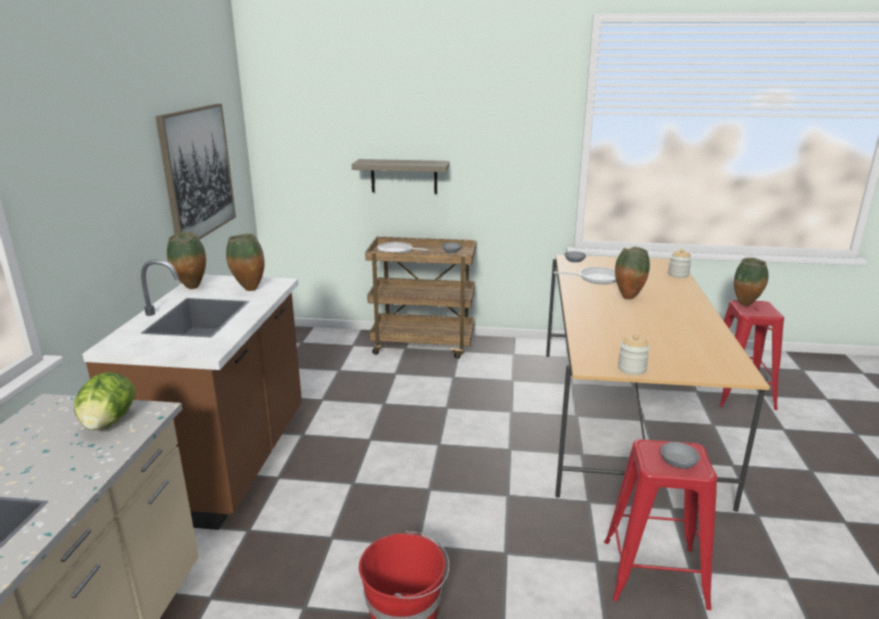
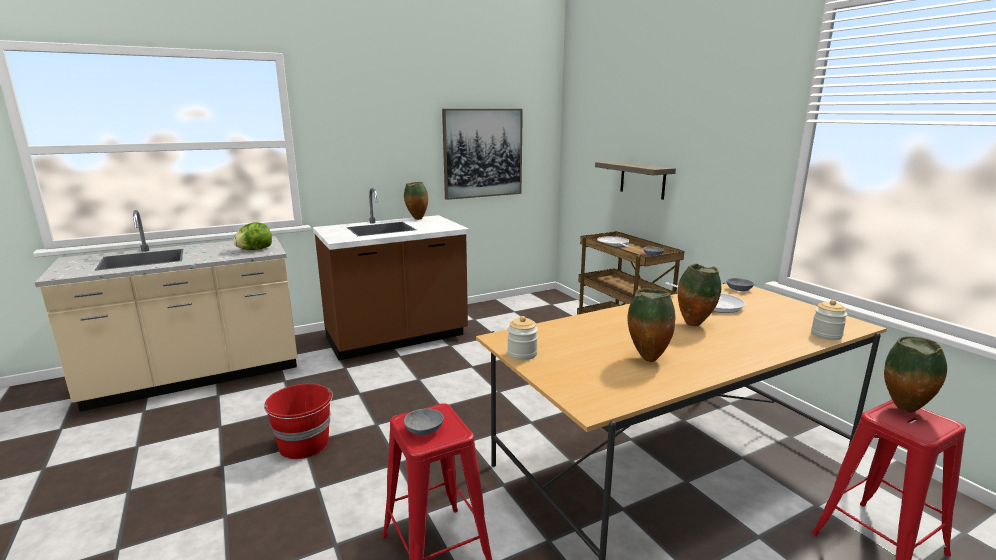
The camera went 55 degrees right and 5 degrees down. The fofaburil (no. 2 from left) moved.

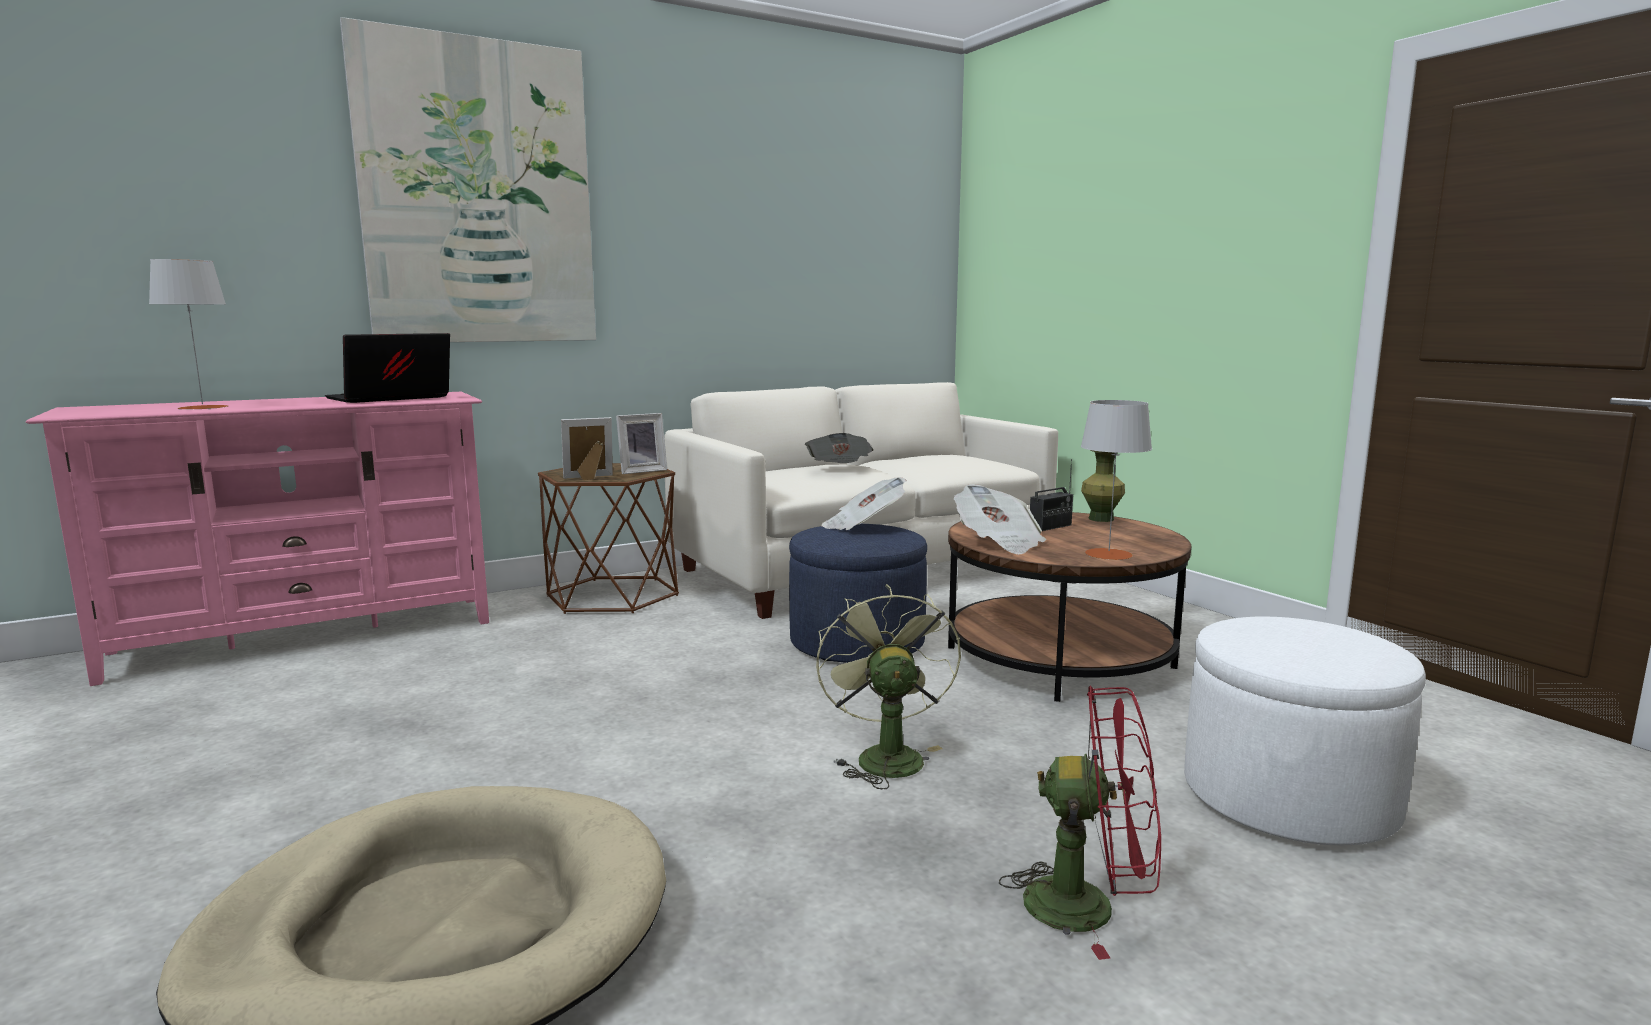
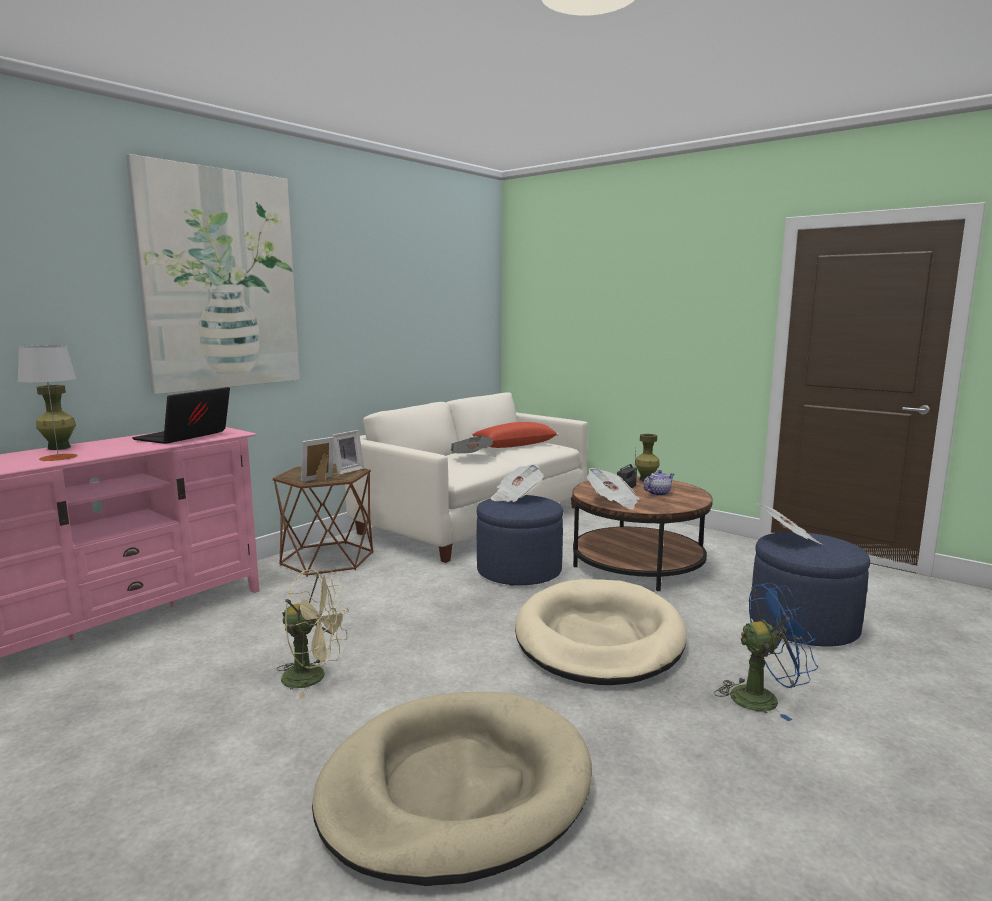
The camera went 20 degrees left and 0 degrees up. The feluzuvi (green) was replaced by the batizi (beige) (no. 2 from left). The feluzuvi (red) became the feluzuvi (blue). The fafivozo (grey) (no. 2 from left) disappeared. The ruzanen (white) became the ruzanen (blue) (no. 2 from left). The fofaburil (green) (no. 1 from left) appeared. The feluzuvi (beige) appeared. The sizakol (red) appeared. The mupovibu appeared. The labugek (no. 4 from left) appeared.

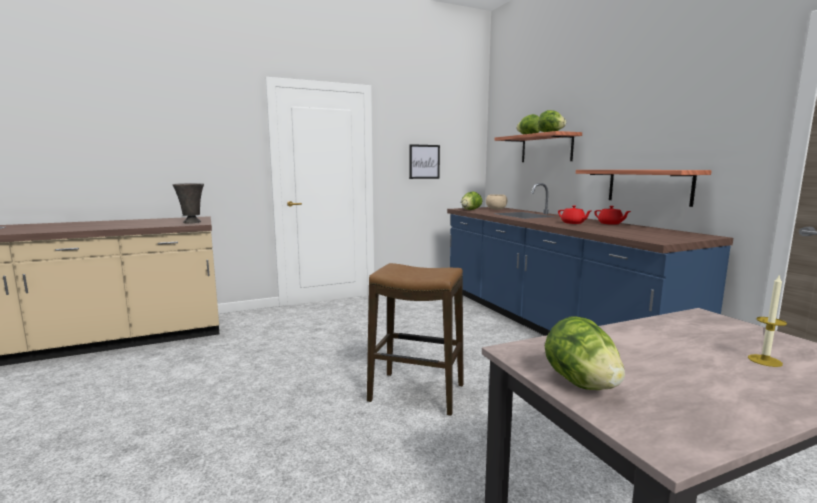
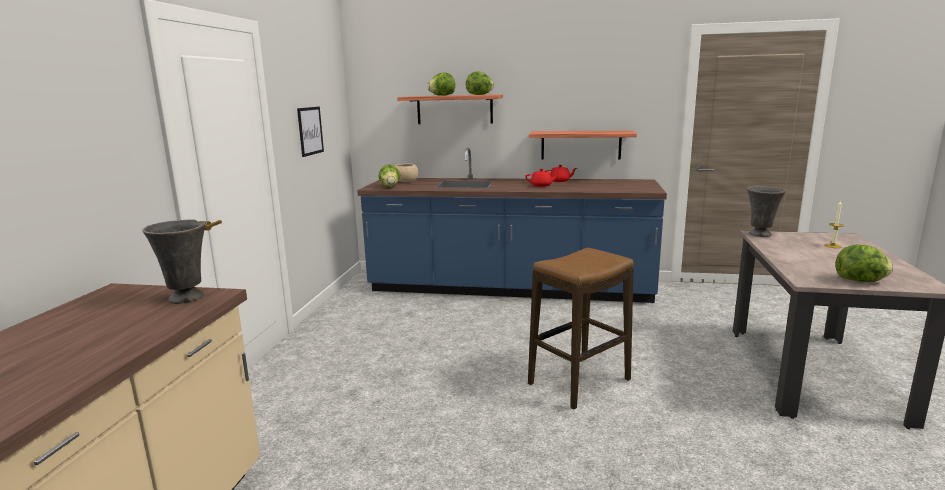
The camera went 55 degrees left and 5 degrees up. The fofaburil (grey) (no. 2 from left) appeared.

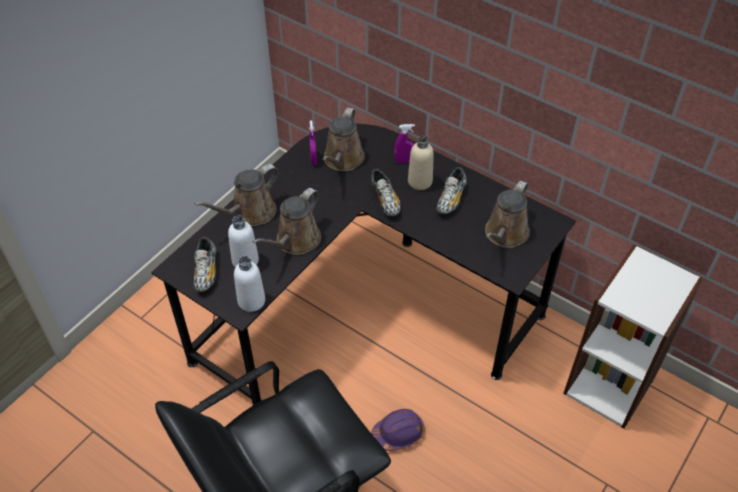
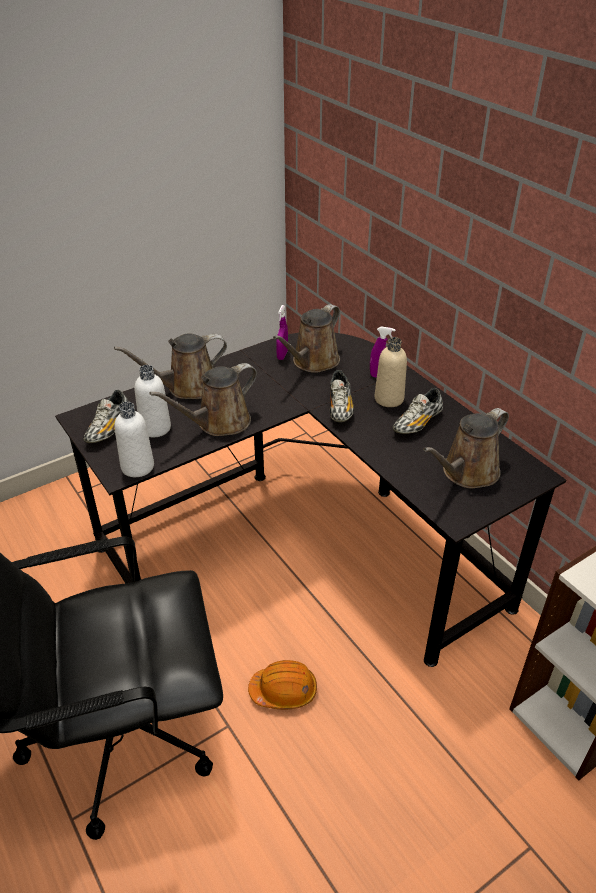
The camera went 20 degrees right and 10 degrees down. The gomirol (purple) became the gomirol (orange).

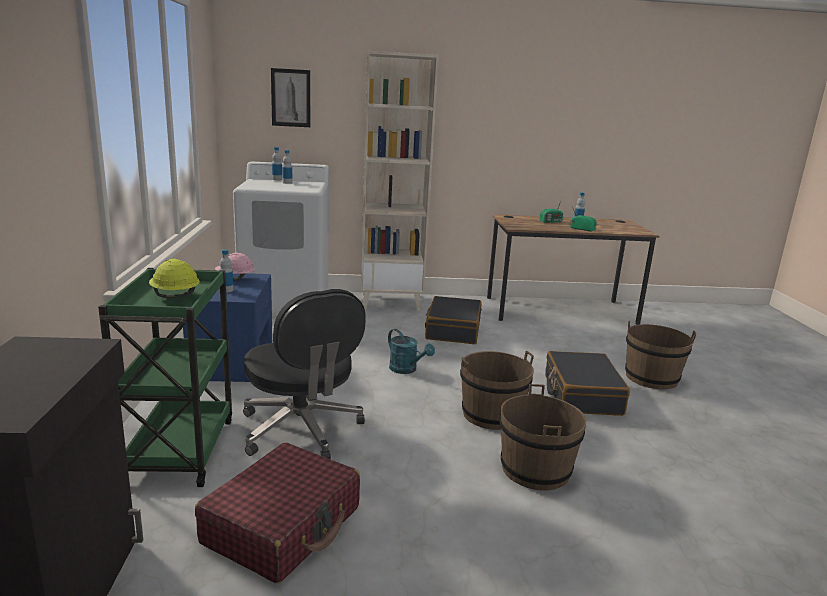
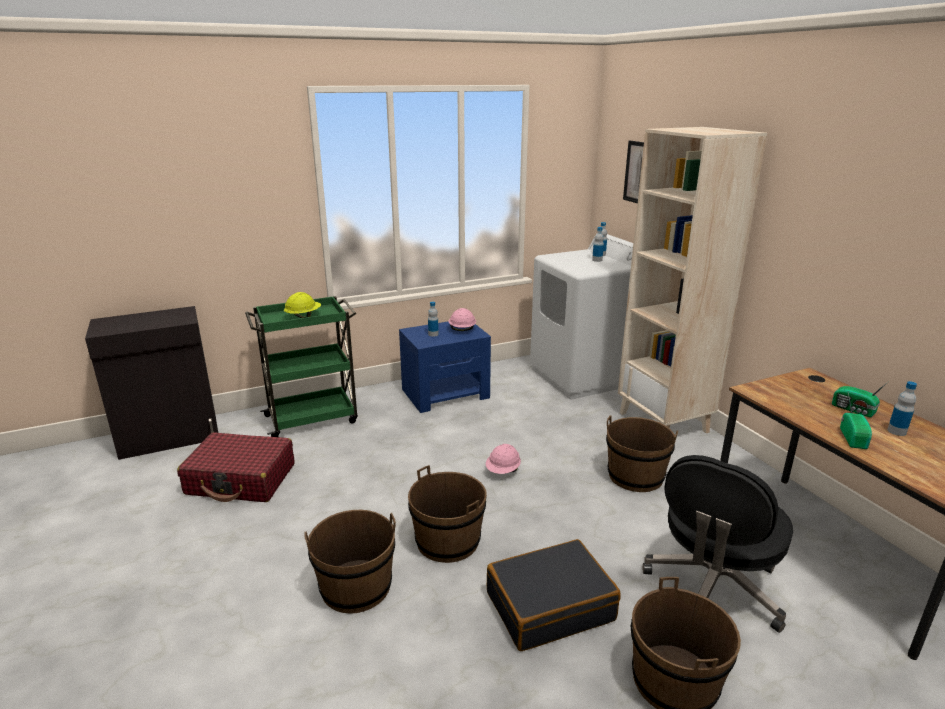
The camera went 70 degrees right and 5 degrees up. The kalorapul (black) moved. The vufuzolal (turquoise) was replaced by the gomirol (pink) (no. 2 from left). The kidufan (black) (no. 1 from left) was replaced by the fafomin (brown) (no. 3 from left).

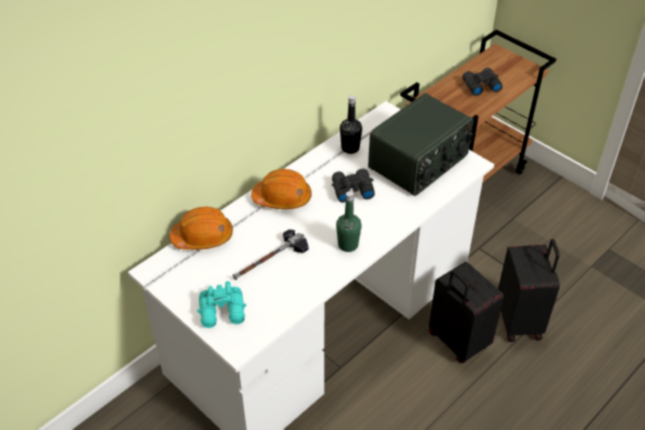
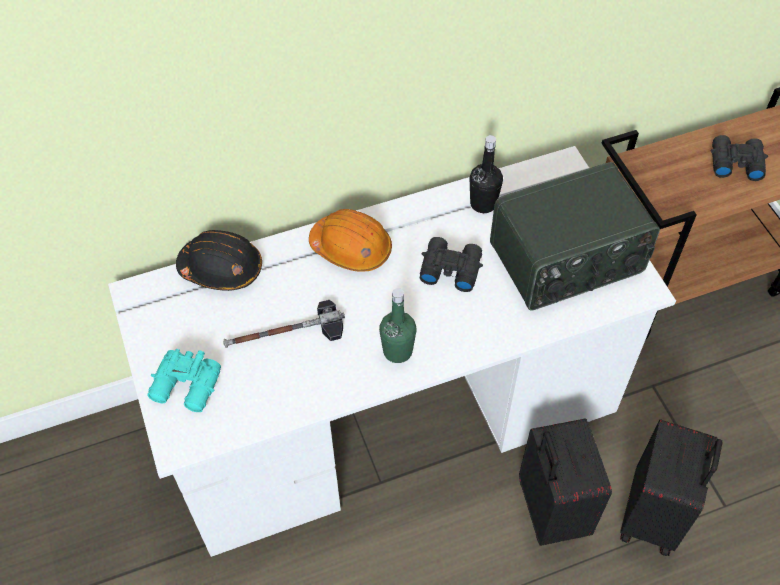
The camera went 25 degrees right and 10 degrees up. The gomirol (orange) (no. 1 from left) became the gomirol (black).

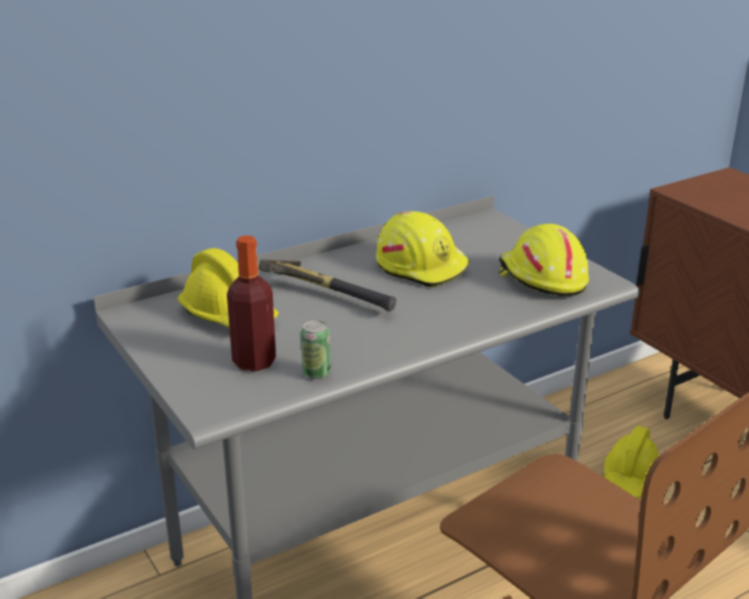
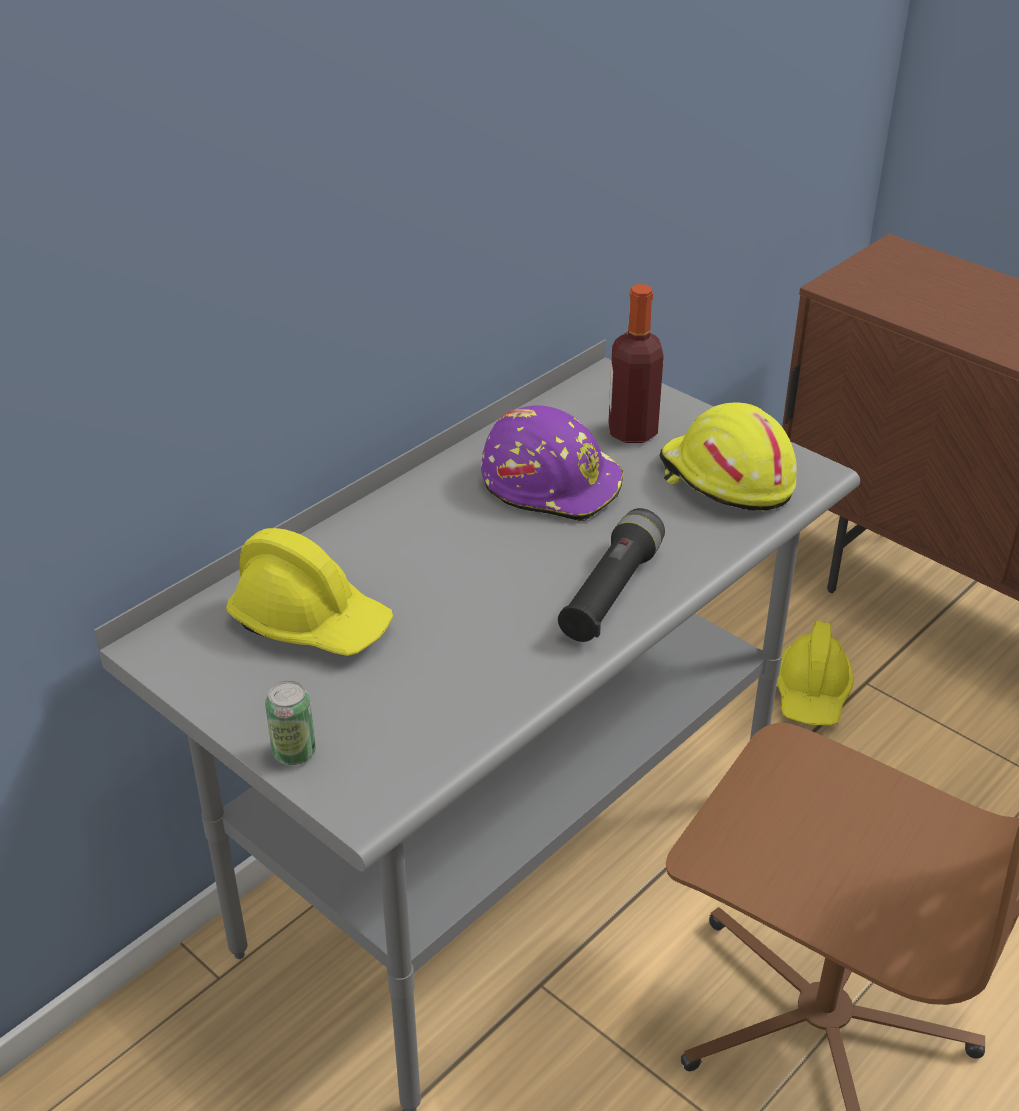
The camera went 15 degrees left and 10 degrees up. The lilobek moved. The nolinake disappeared. The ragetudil moved. The gomirol (yellow) (no. 2 from left) became the gomirol (purple). The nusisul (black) appeared.

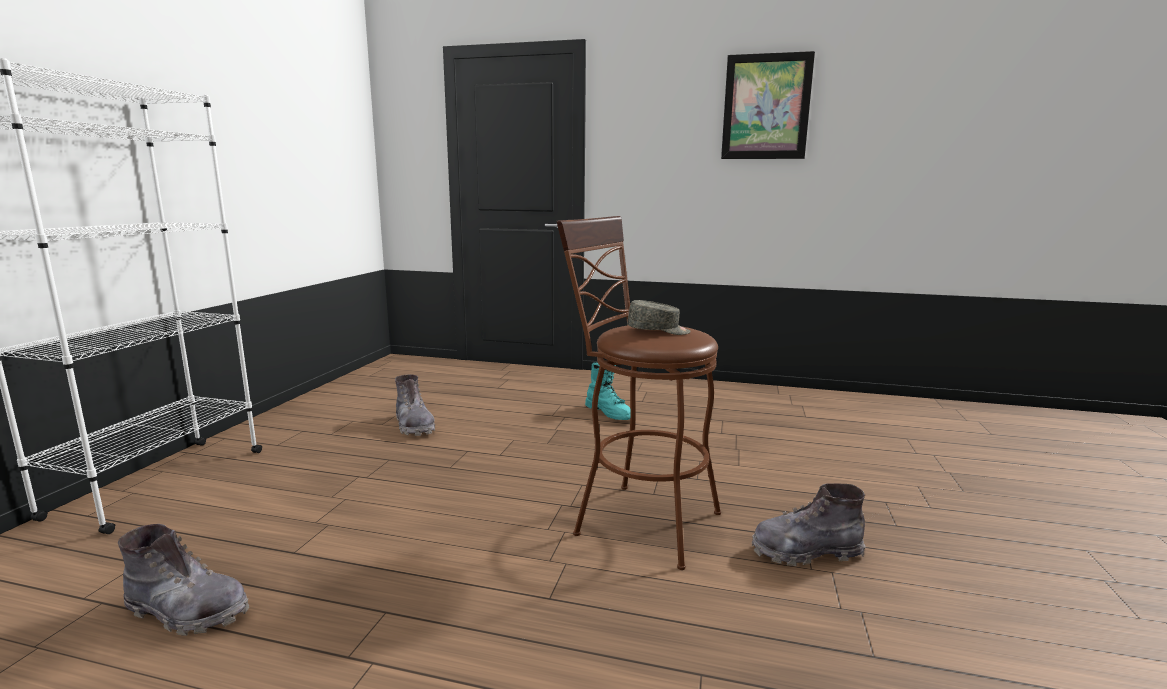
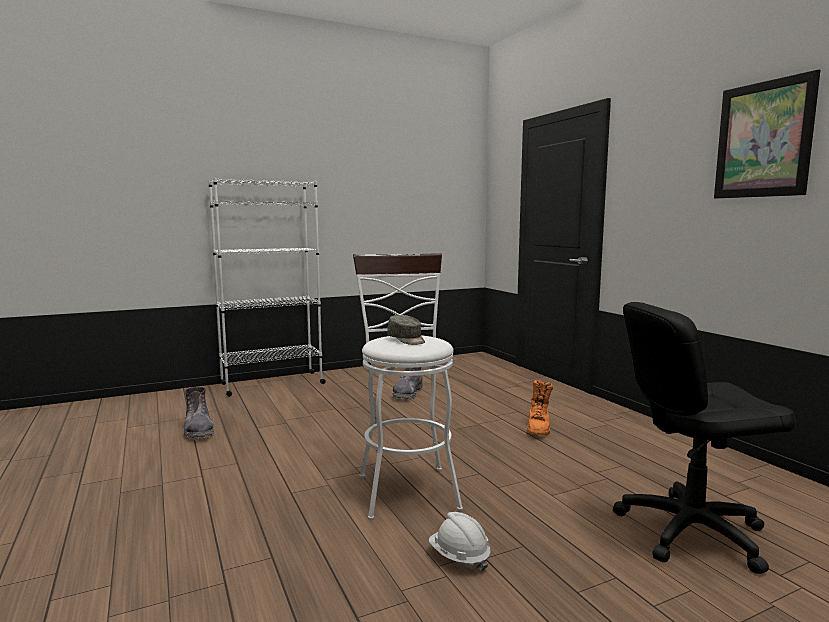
The camera went 50 degrees right and 5 degrees down. The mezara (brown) became the mezara (white). The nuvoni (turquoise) became the nuvoni (orange). The nuvoni (grey) (no. 3 from left) was replaced by the gomirol (white). The kalorapul (black) appeared.

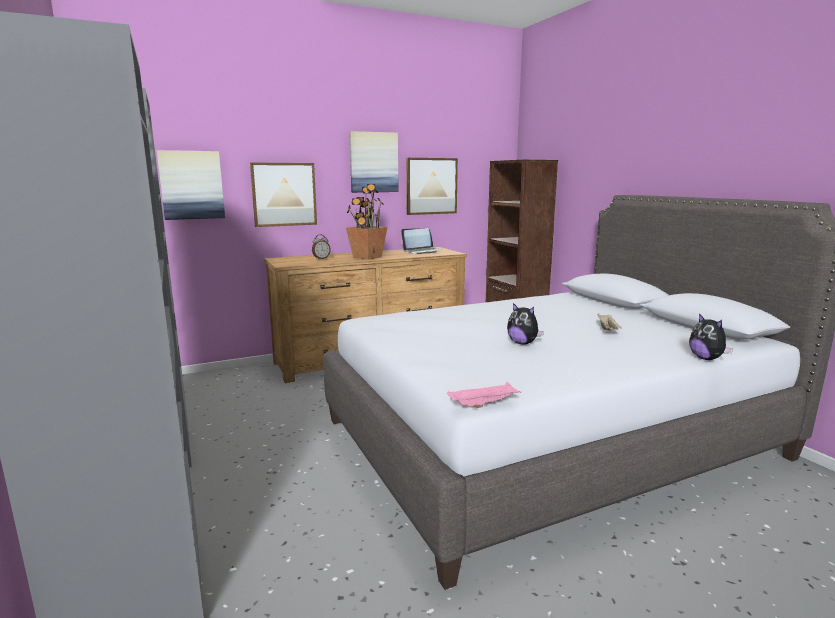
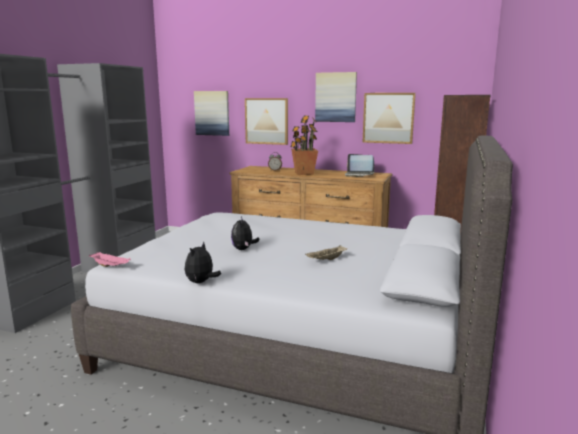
The camera went 45 degrees right and 0 degrees up. The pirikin (no. 2 from left in the first image) moved.

